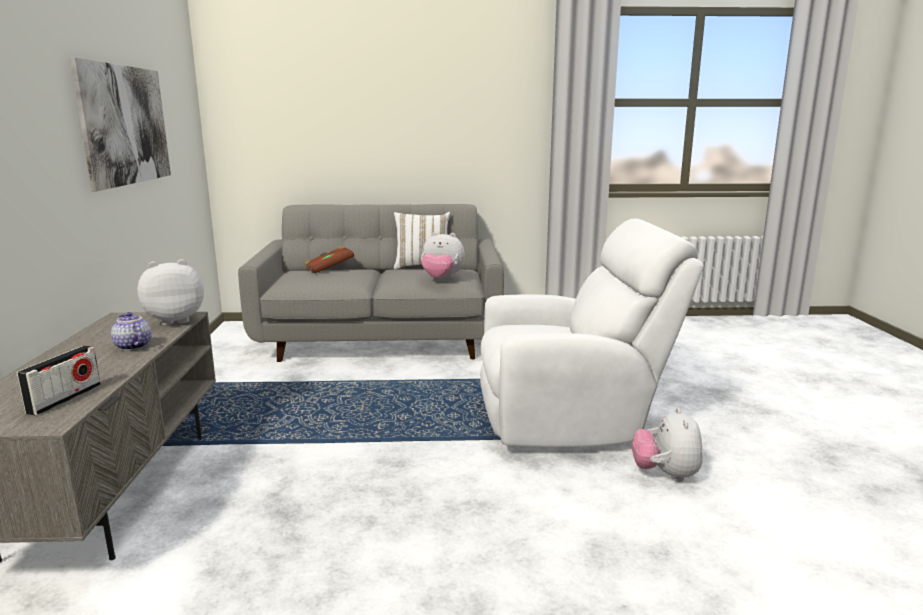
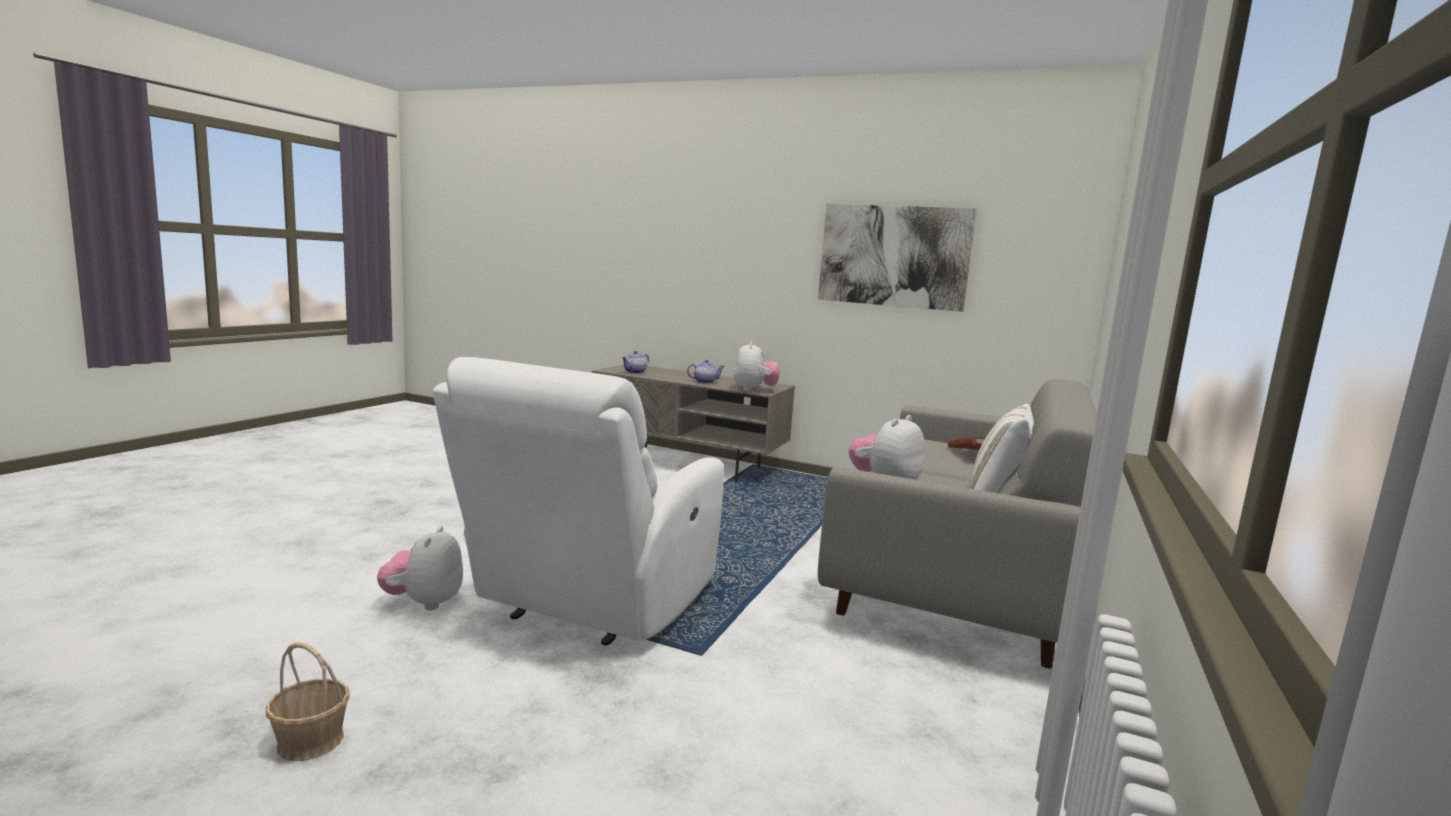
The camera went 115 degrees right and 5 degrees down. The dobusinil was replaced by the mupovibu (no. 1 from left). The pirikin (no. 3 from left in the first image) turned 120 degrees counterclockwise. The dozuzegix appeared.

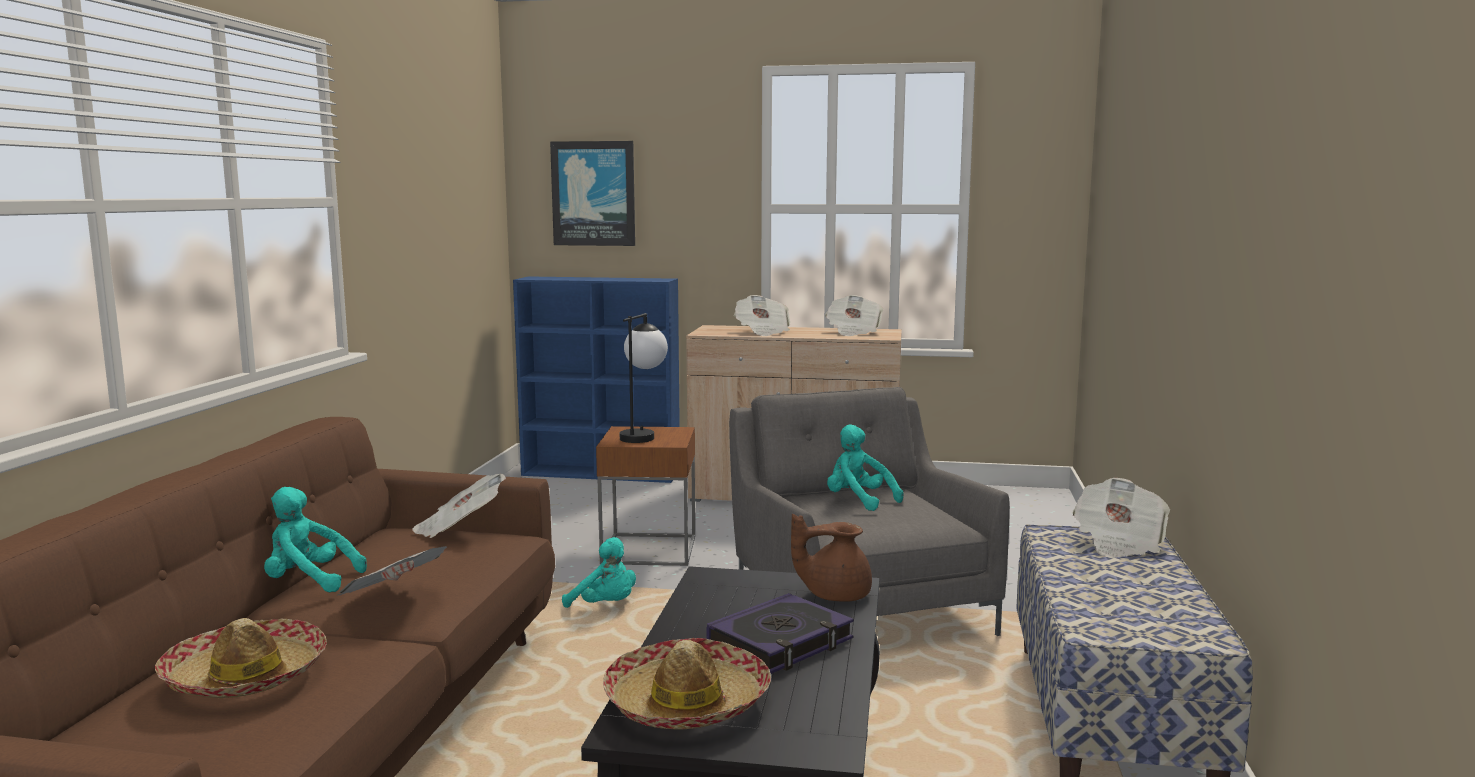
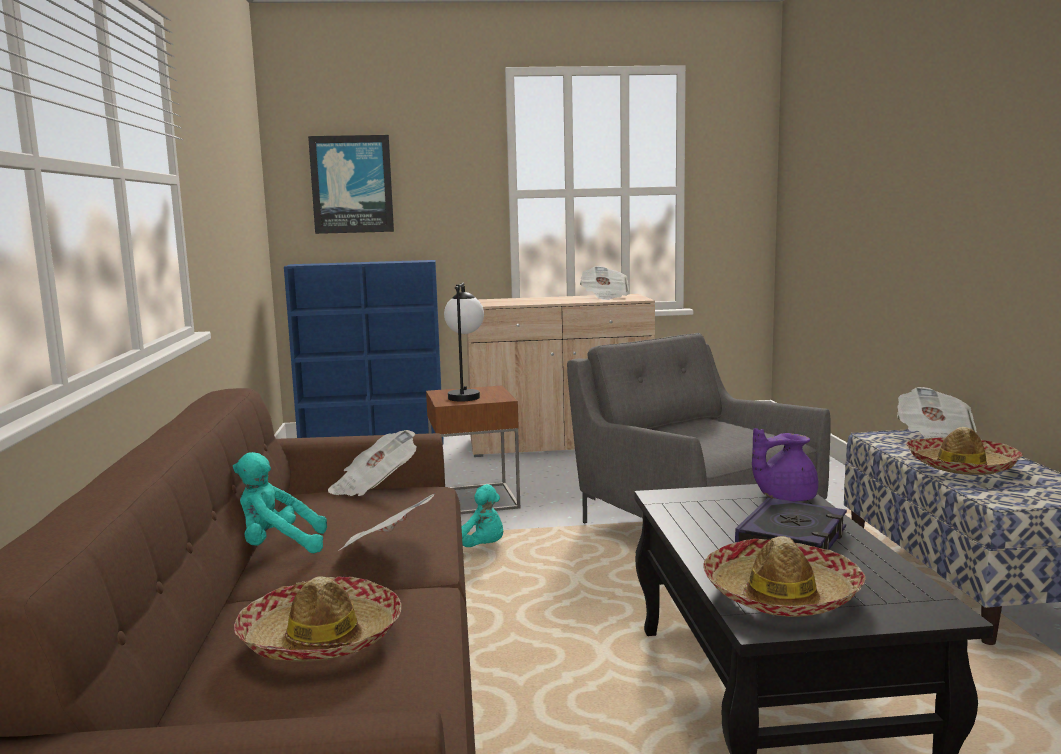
The camera went 15 degrees left and 0 degrees up. The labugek (no. 3 from left) disappeared. The mupovibu (brown) became the mupovibu (purple). The pirikin (turquoise) (no. 3 from left) disappeared. The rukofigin (no. 3 from left) appeared.

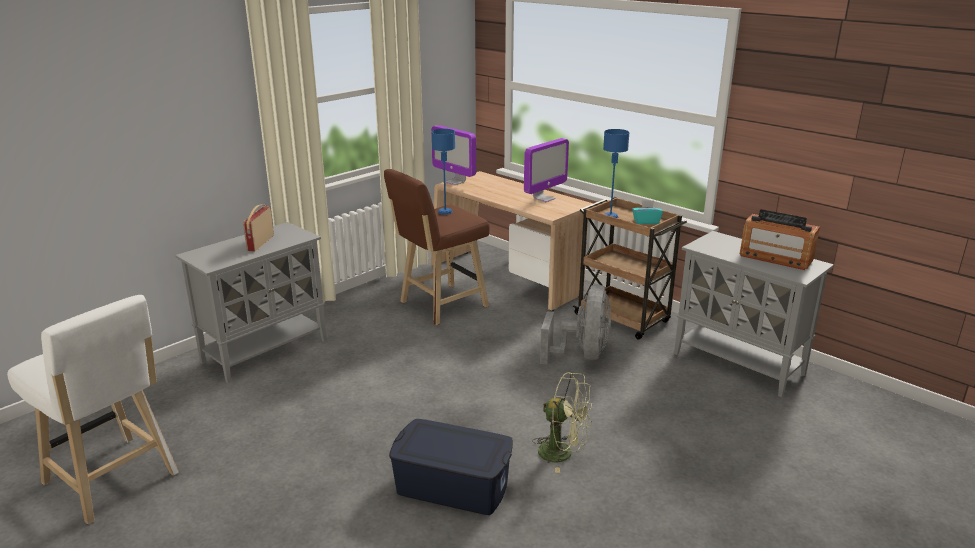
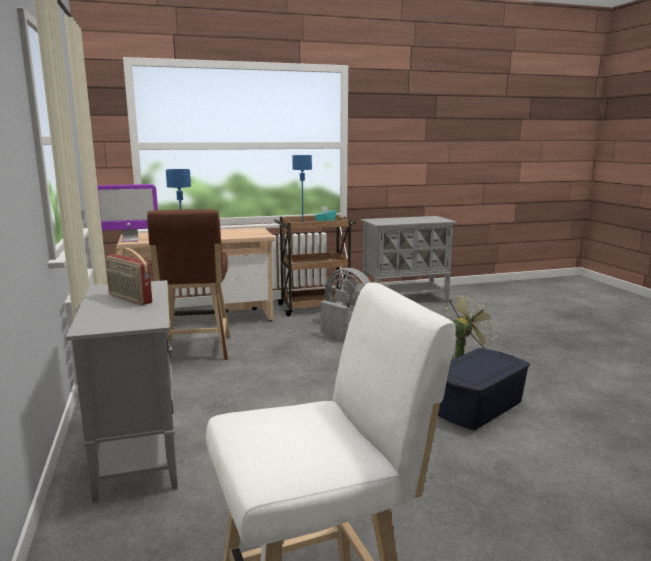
The camera went 60 degrees left and 10 degrees down. The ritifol (no. 2 from left) disappeared. The dobusinil (no. 2 from left) disappeared.

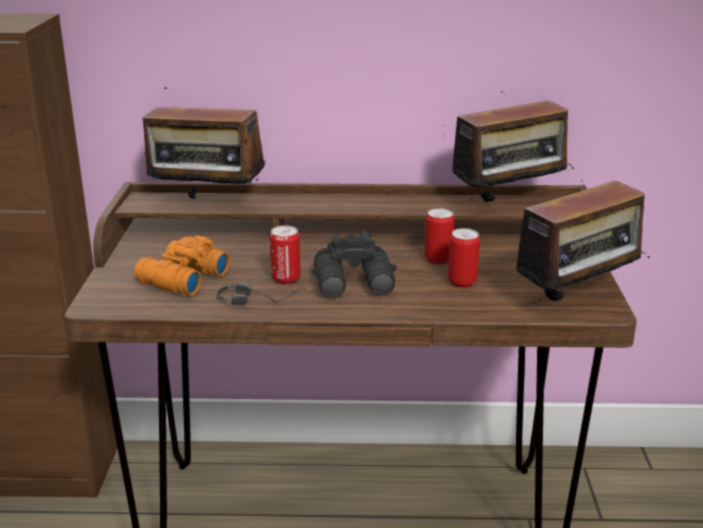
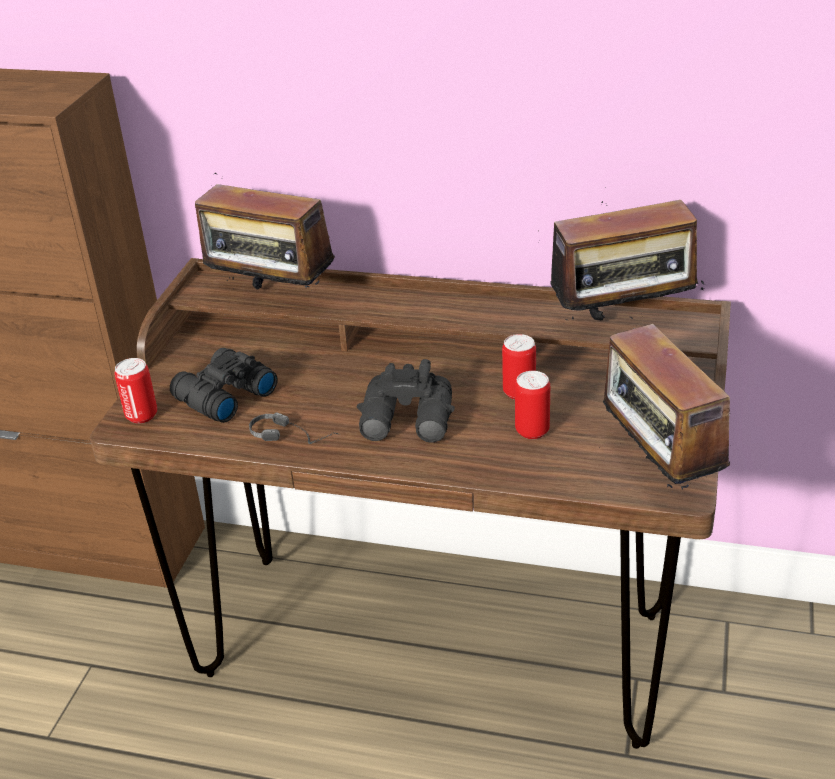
The camera went 15 degrees right and 10 degrees up. The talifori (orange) became the talifori (black) (no. 1 from left). The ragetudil (no. 1 from left) moved. The dobusinil (no. 3 from left) turned 90 degrees clockwise.

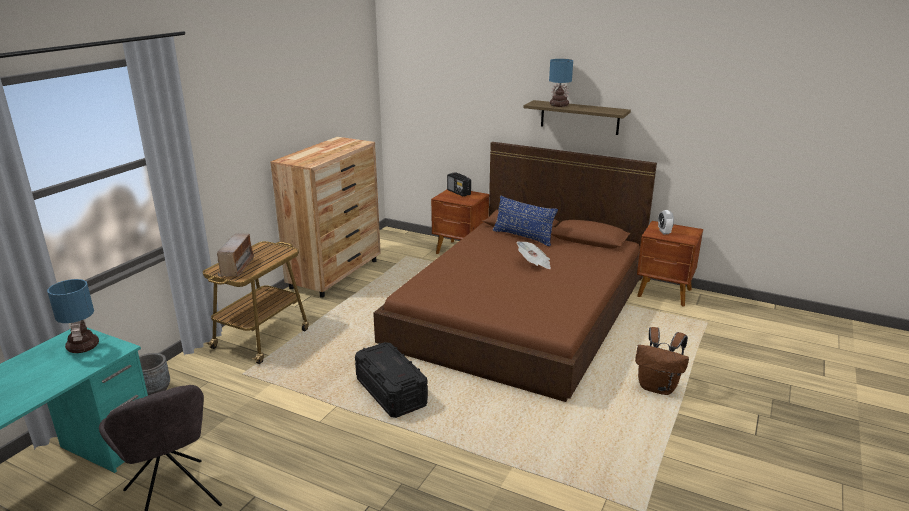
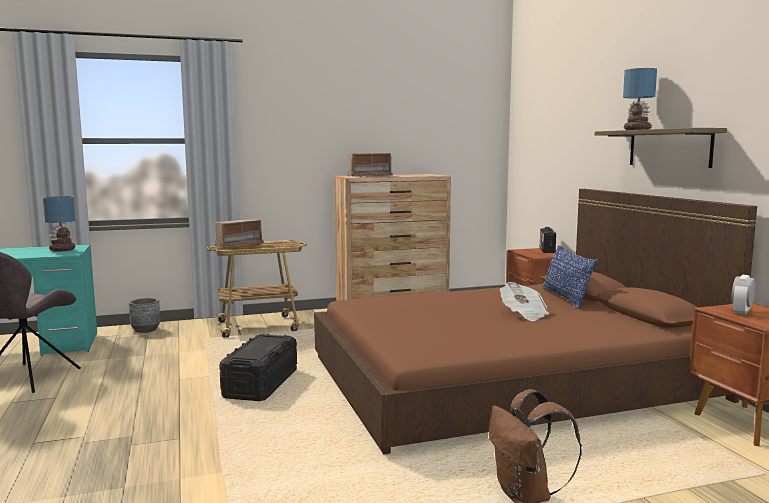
The camera went 45 degrees right and 15 degrees down. The dobusinil (no. 2 from left) appeared.

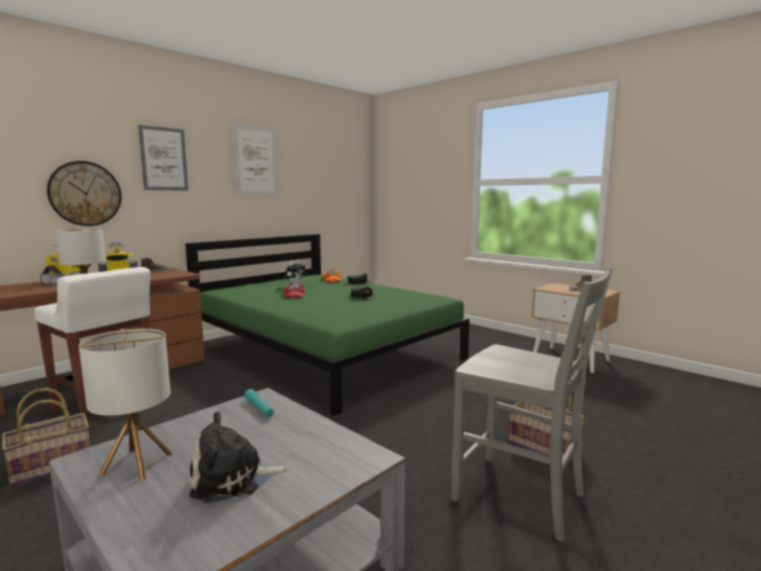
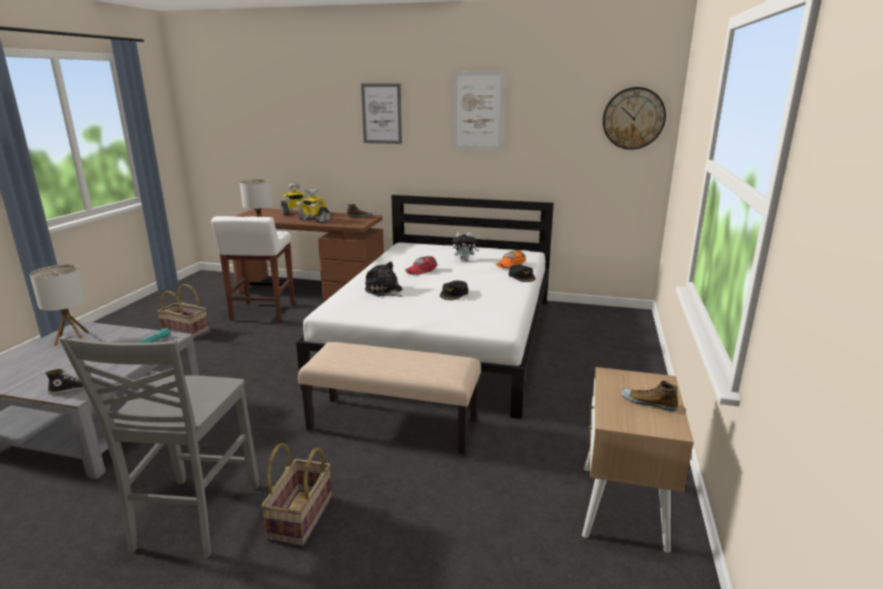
The camera went 60 degrees right and 10 degrees up. The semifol moved. The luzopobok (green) became the luzopobok (white). The pirikin (no. 1 from left) moved. The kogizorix (no. 1 from left) appeared. The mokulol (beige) appeared.

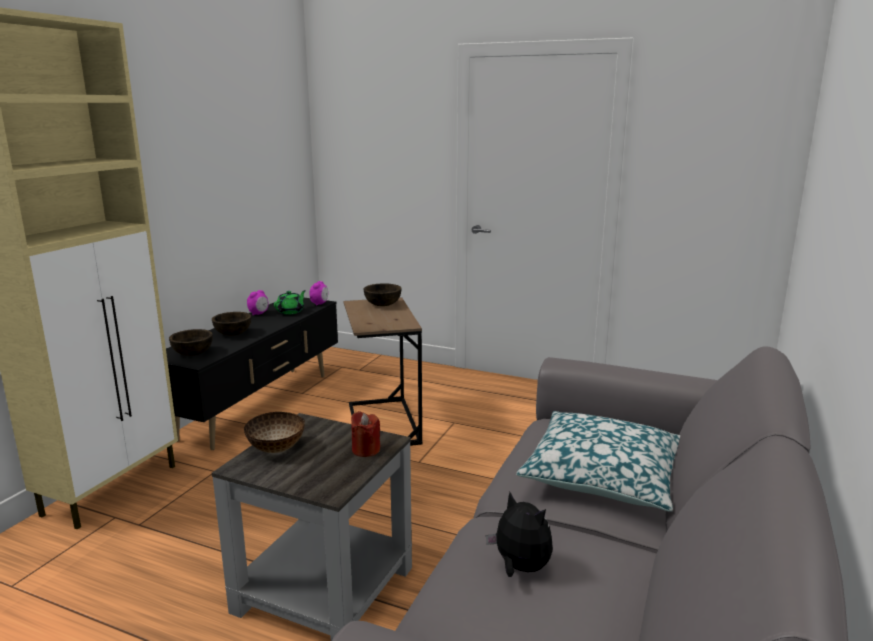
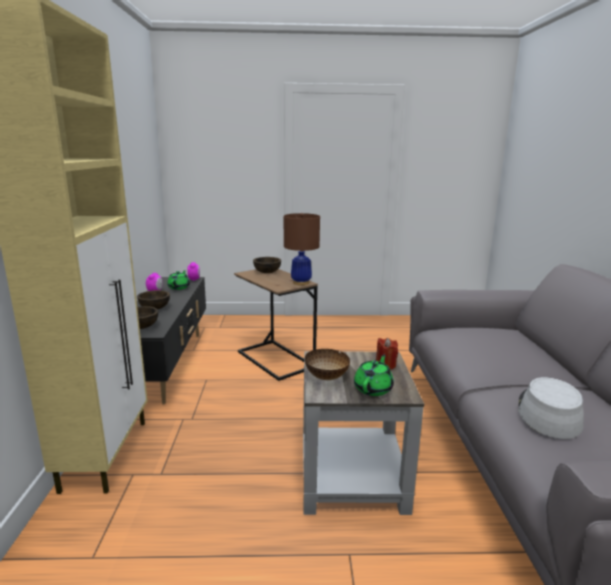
The camera went 25 degrees left and 0 degrees up. The pirikin was replaced by the rukofigin (grey). The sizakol disappeared. The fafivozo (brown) appeared. The mupovibu (green) (no. 2 from left) appeared.

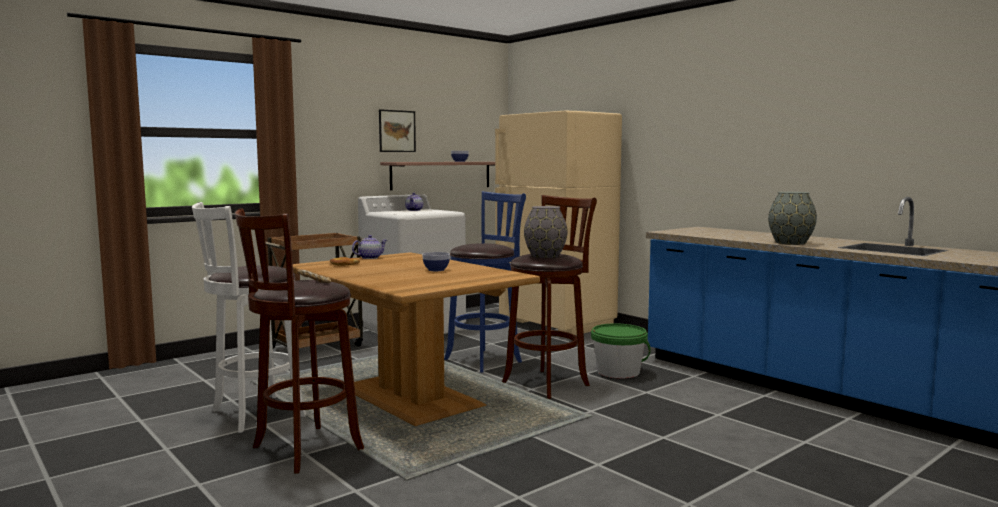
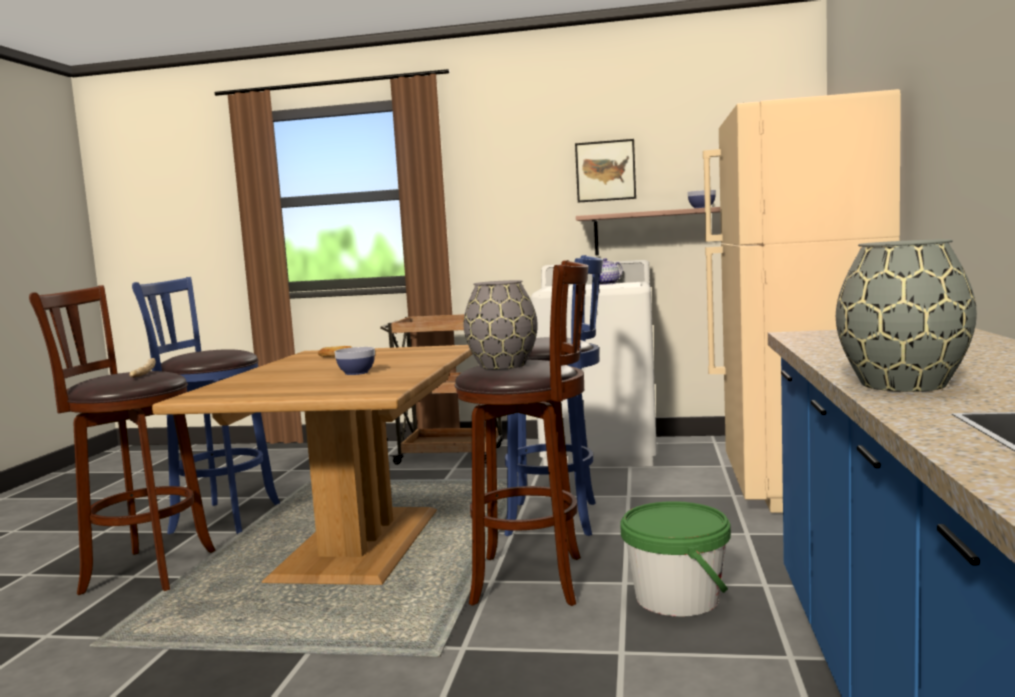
The camera went 50 degrees right and 0 degrees up. The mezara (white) became the mezara (blue) (no. 1 from left). The mupovibu (no. 1 from left) disappeared.

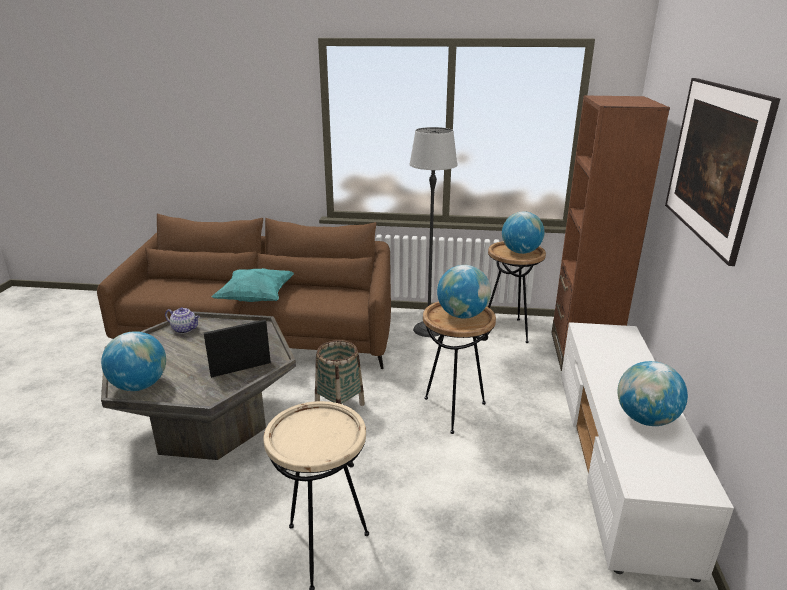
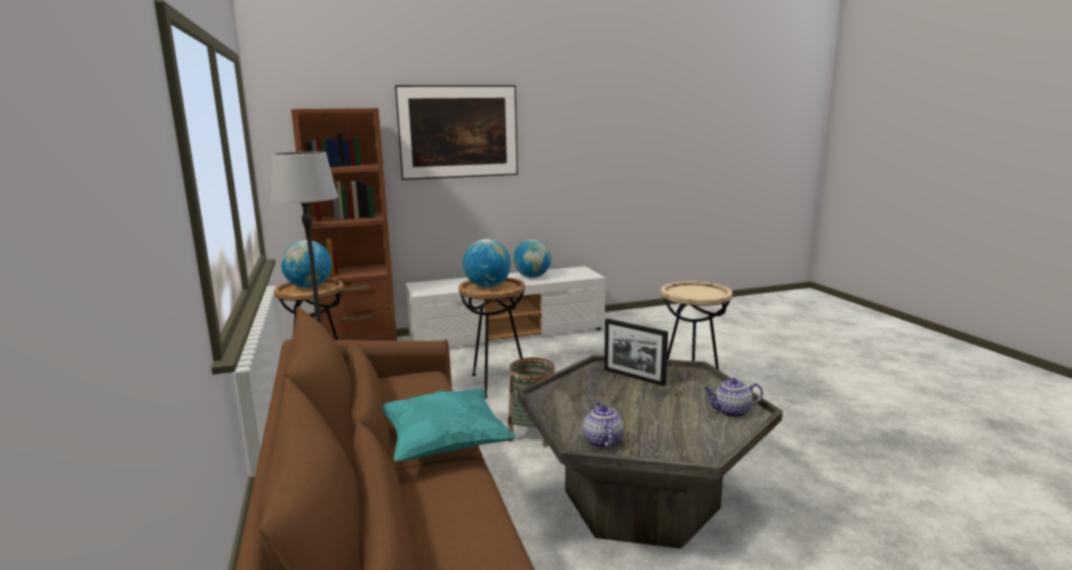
The camera went 115 degrees left and 10 degrees down. The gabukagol (no. 1 from left) was replaced by the mupovibu (no. 2 from left).

